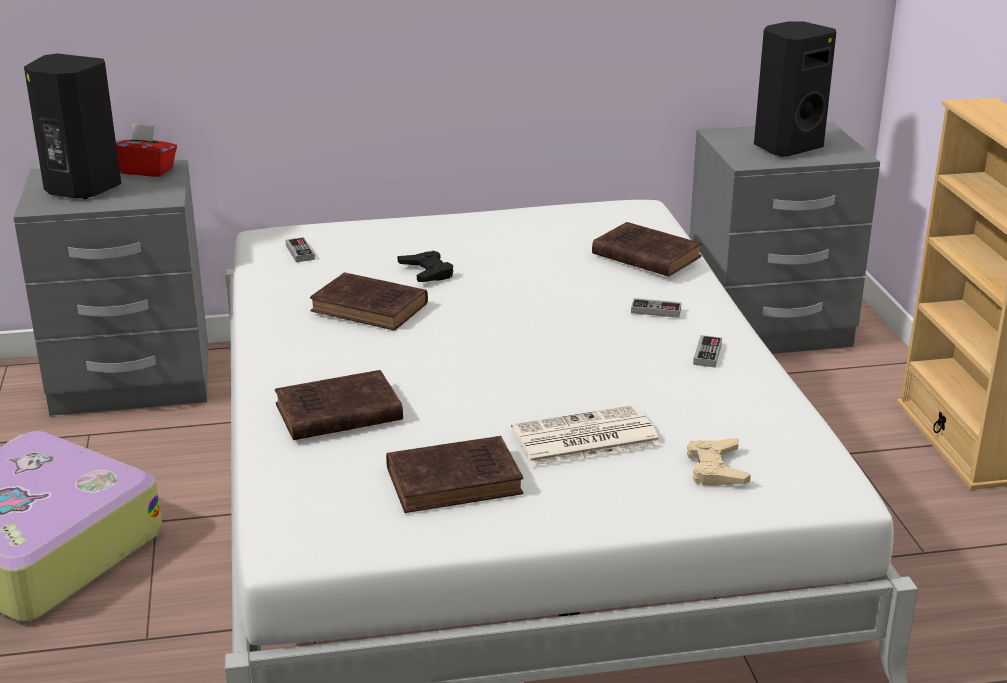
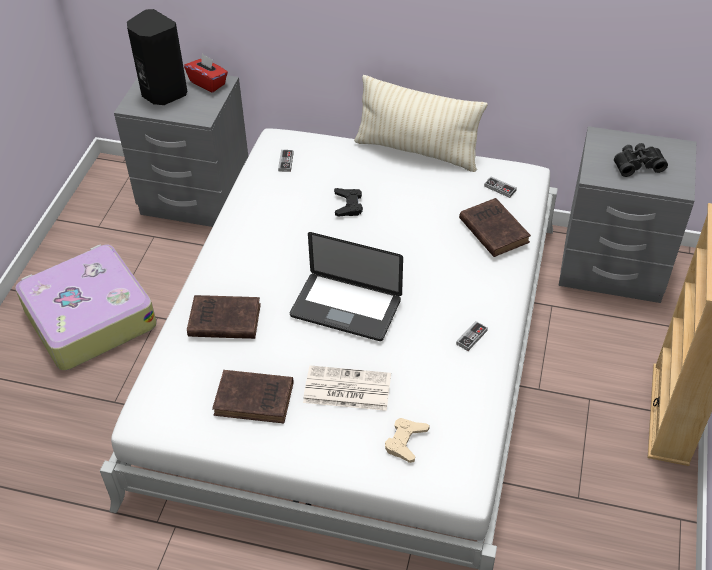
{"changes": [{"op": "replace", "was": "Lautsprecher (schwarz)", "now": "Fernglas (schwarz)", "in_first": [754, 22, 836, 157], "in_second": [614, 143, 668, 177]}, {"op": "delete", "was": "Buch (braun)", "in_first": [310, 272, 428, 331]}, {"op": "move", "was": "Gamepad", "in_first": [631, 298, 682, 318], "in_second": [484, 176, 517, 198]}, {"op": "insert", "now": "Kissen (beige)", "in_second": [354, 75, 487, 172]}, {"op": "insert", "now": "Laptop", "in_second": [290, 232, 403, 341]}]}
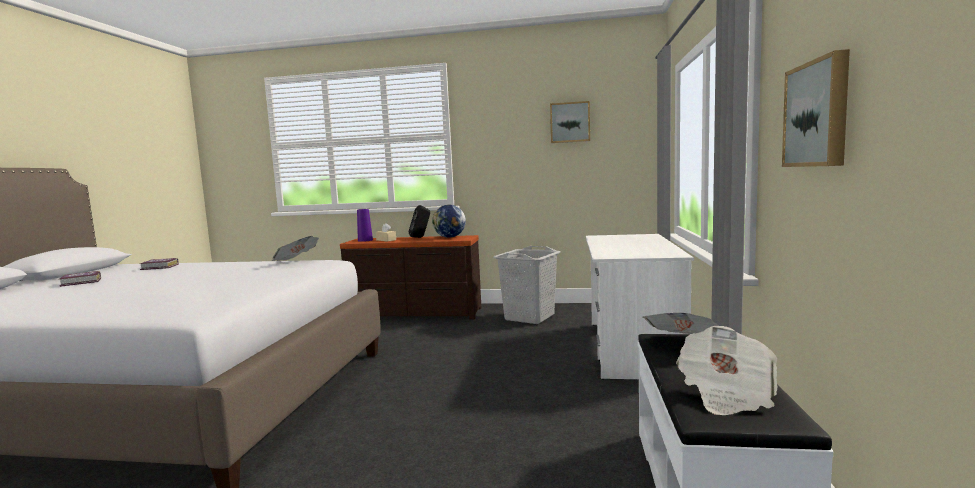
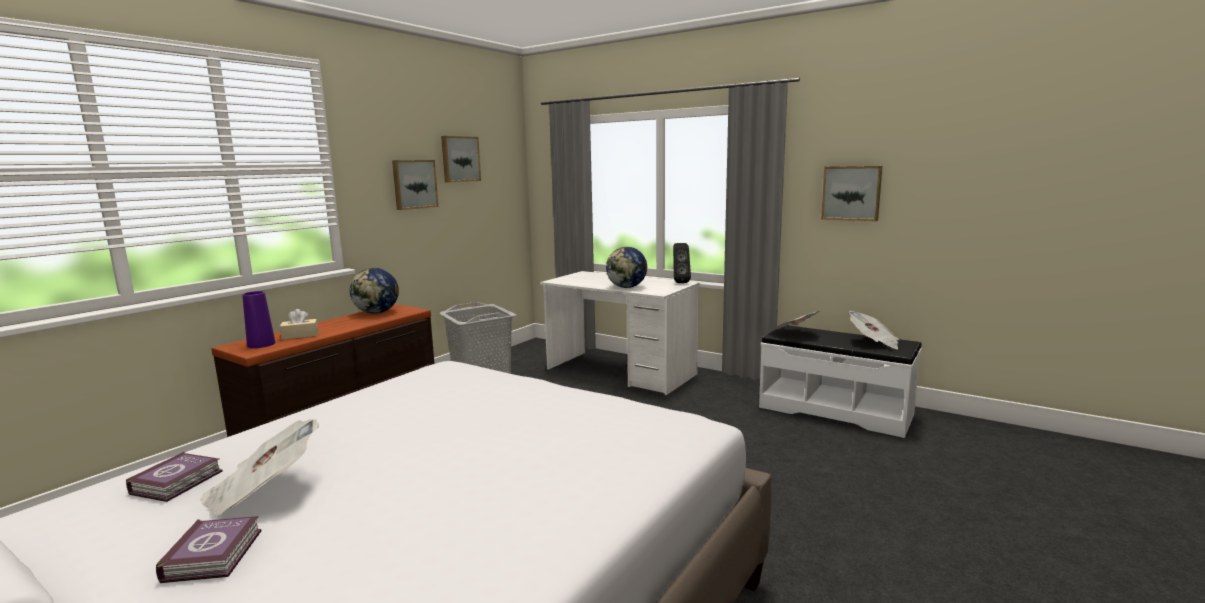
{"changes": [{"op": "move", "was": "Lautsprecher (schwarz)", "in_first": [409, 205, 430, 238], "in_second": [673, 243, 691, 283]}, {"op": "move", "was": "Zeitung", "in_first": [271, 236, 319, 261], "in_second": [200, 419, 319, 517]}, {"op": "insert", "now": "Bild", "in_second": [392, 160, 438, 210]}, {"op": "insert", "now": "Globus", "in_second": [606, 247, 647, 288]}]}
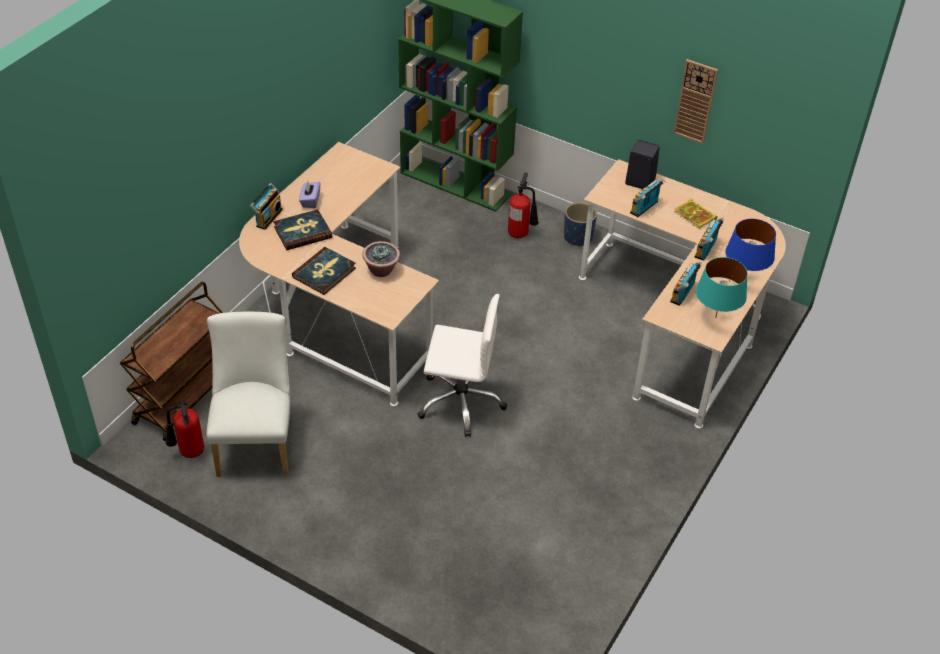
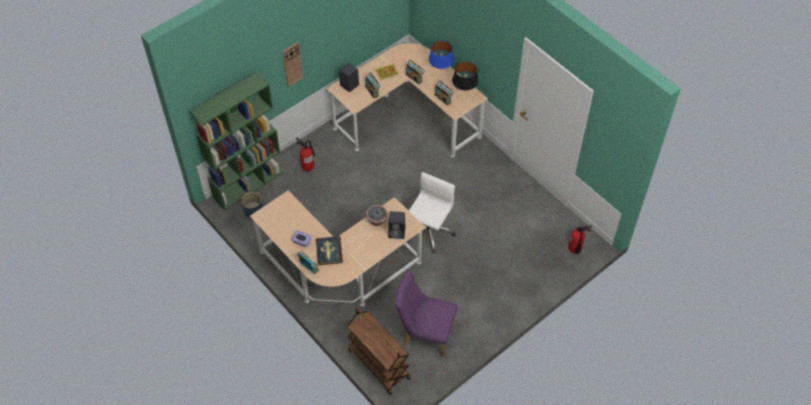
{"changes": [{"op": "move", "was": "Wanduhr", "in_first": [674, 59, 718, 144], "in_second": [282, 42, 303, 87]}, {"op": "move", "was": "Pflanzkübel (blau)", "in_first": [564, 202, 597, 247], "in_second": [241, 192, 263, 219]}, {"op": "delete", "was": "Buch", "in_first": [292, 247, 356, 295]}, {"op": "recolor", "was": "Tischlampe (türkis)", "now": "Tischlampe (schwarz)", "in_first": [696, 257, 748, 318], "in_second": [452, 62, 478, 92]}, {"op": "recolor", "was": "Stuhl (weiß)", "now": "Stuhl (lila)", "in_first": [206, 312, 290, 477], "in_second": [396, 270, 458, 358]}, {"op": "move", "was": "Feuerlöscher", "in_first": [166, 399, 204, 458], "in_second": [568, 225, 592, 254]}, {"op": "insert", "now": "Lautsprecher (schwarz)", "in_second": [388, 211, 406, 239]}]}
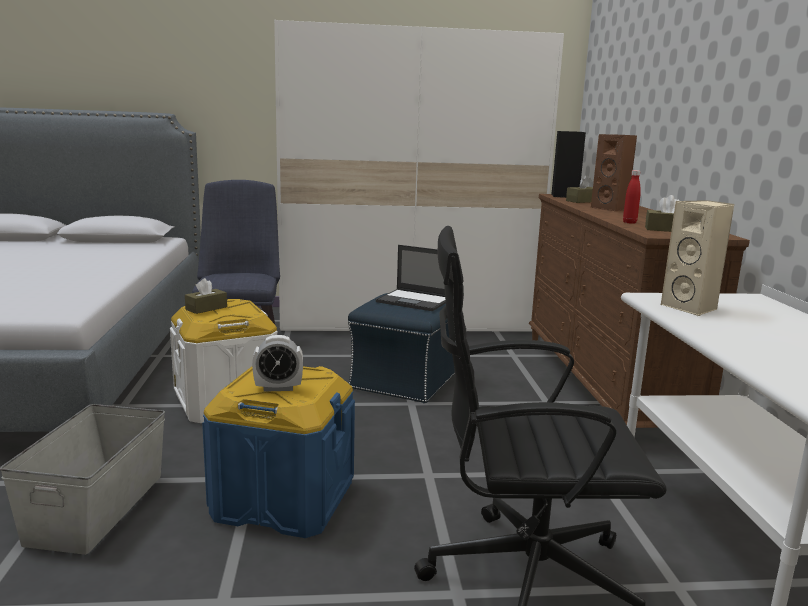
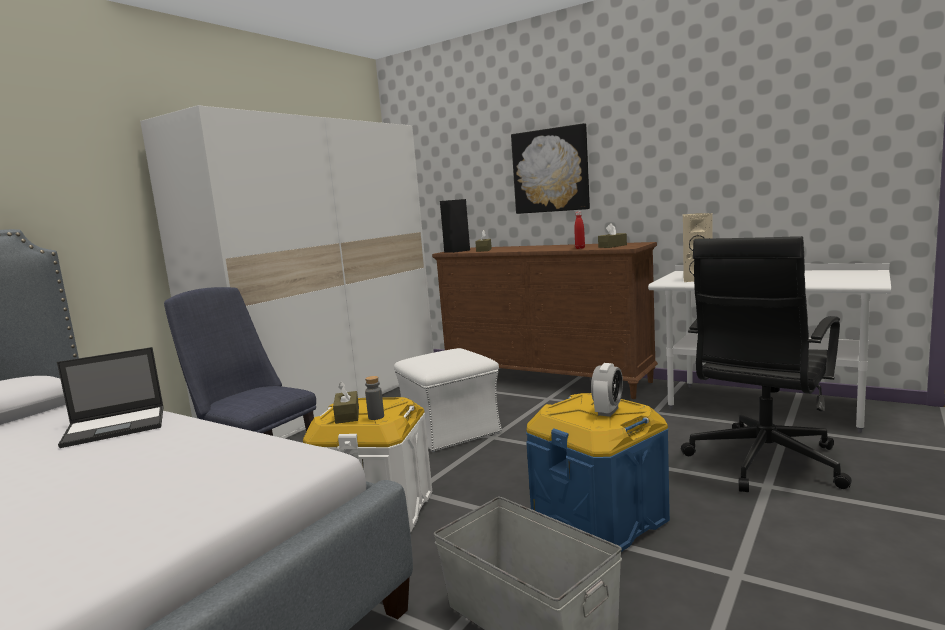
{"changes": [{"op": "delete", "was": "Lautsprecher (braun)", "in_first": [591, 134, 637, 211]}, {"op": "move", "was": "Laptop", "in_first": [376, 245, 446, 311], "in_second": [57, 347, 164, 448]}, {"op": "recolor", "was": "Polsterhocker (blau)", "now": "Polsterhocker (weiß)", "in_first": [348, 293, 455, 404], "in_second": [394, 348, 502, 452]}, {"op": "insert", "now": "Bild", "in_second": [511, 123, 590, 214]}, {"op": "insert", "now": "Flasche (grau)", "in_second": [365, 376, 384, 420]}]}
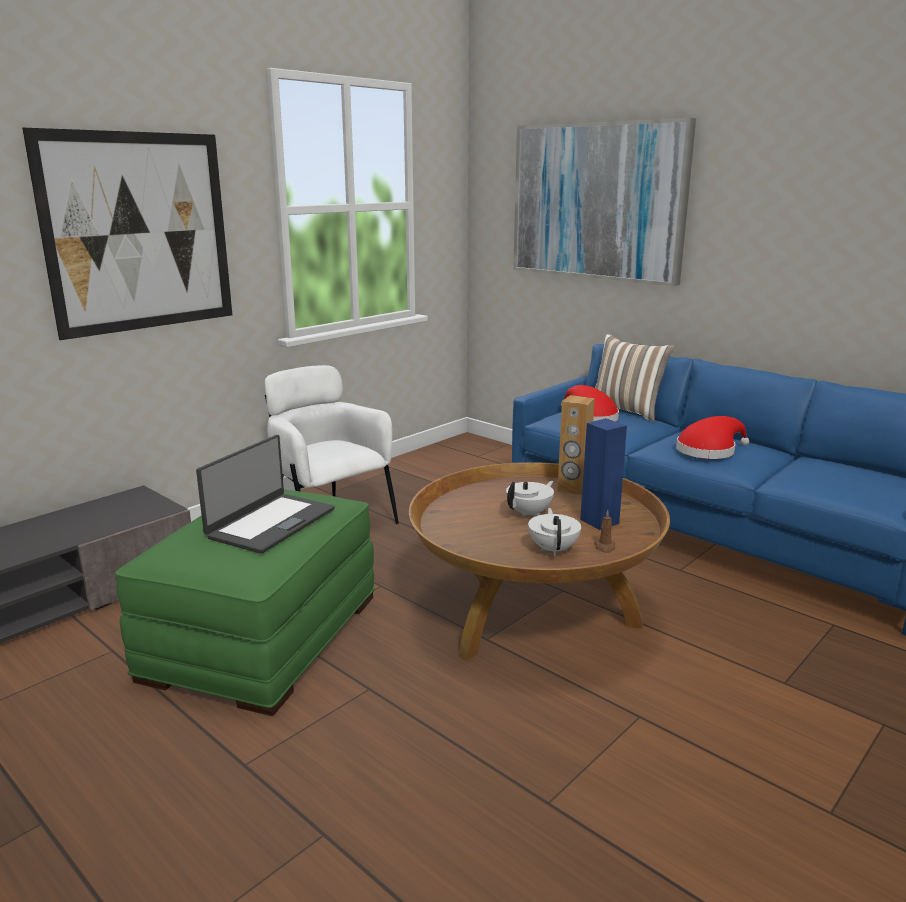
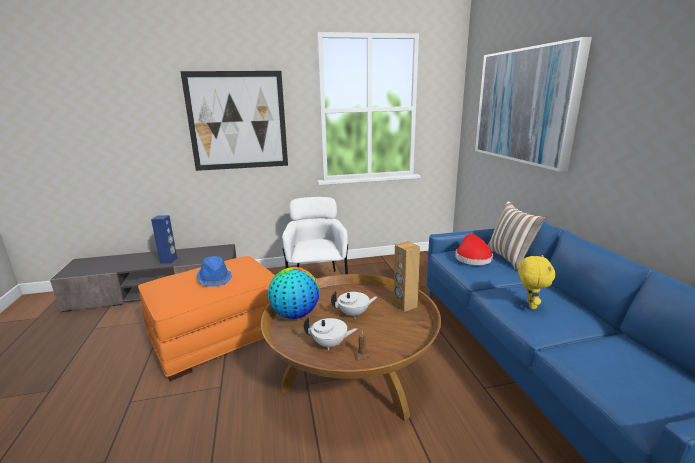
{"changes": [{"op": "replace", "was": "Hut (rot)", "now": "Plüschtier (gelb)", "in_first": [676, 416, 749, 459], "in_second": [518, 255, 555, 309]}, {"op": "move", "was": "Lautsprecher (blau)", "in_first": [580, 418, 627, 530], "in_second": [151, 215, 177, 264]}, {"op": "replace", "was": "Laptop", "now": "Hut (blau)", "in_first": [196, 435, 335, 554], "in_second": [197, 256, 232, 286]}, {"op": "recolor", "was": "Polsterhocker (grün)", "now": "Polsterhocker (orange)", "in_first": [115, 489, 375, 716], "in_second": [138, 256, 275, 381]}, {"op": "rotate", "was": "Teekanne (weiß)", "in_first": [528, 508, 581, 555], "in_second": [304, 316, 357, 350], "clockwise": 60}, {"op": "insert", "now": "Globus", "in_second": [268, 267, 319, 319]}]}
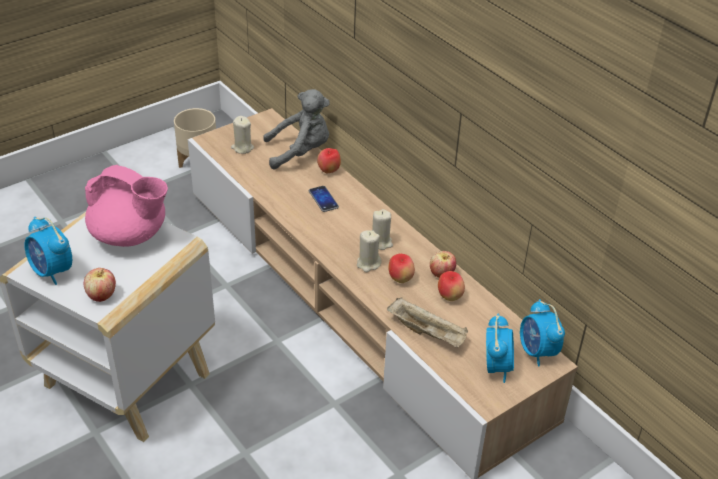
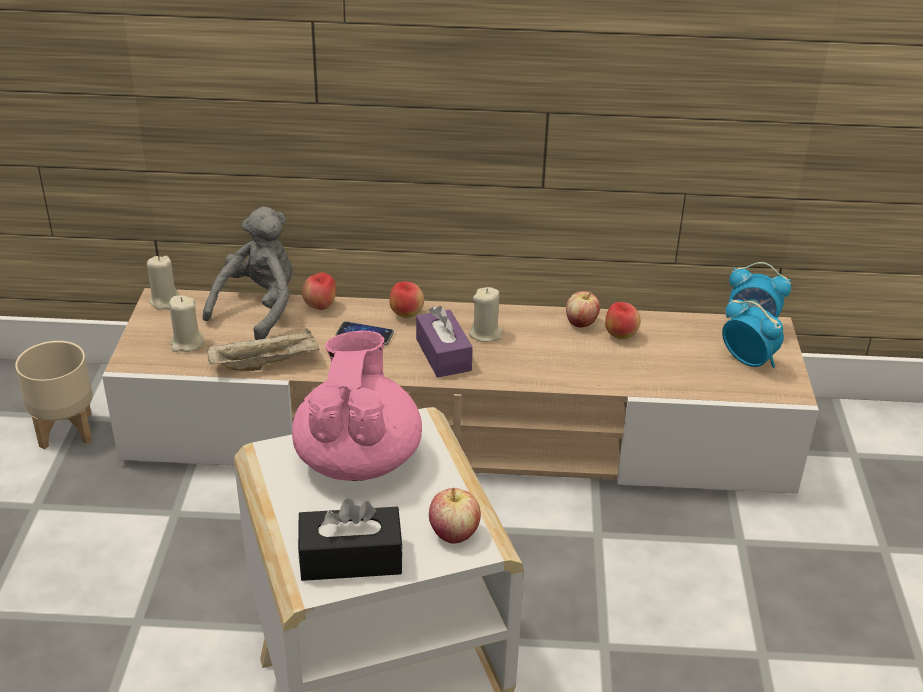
{"changes": [{"op": "rotate", "was": "Teekanne (rosa)", "in_first": [85, 165, 168, 247], "in_second": [292, 331, 422, 481], "clockwise": -60}, {"op": "replace", "was": "Wecker", "now": "Taschentuchbox (schwarz)", "in_first": [24, 217, 72, 285], "in_second": [298, 499, 403, 581]}, {"op": "move", "was": "Kerze (beige)", "in_first": [357, 230, 381, 272], "in_second": [147, 256, 179, 310]}, {"op": "move", "was": "Apfel", "in_first": [388, 254, 415, 283], "in_second": [389, 281, 424, 318]}, {"op": "move", "was": "Tablett (beige)", "in_first": [387, 298, 468, 348], "in_second": [207, 328, 320, 371]}, {"op": "insert", "now": "Taschentuchbox (lila)", "in_second": [416, 306, 473, 378]}]}
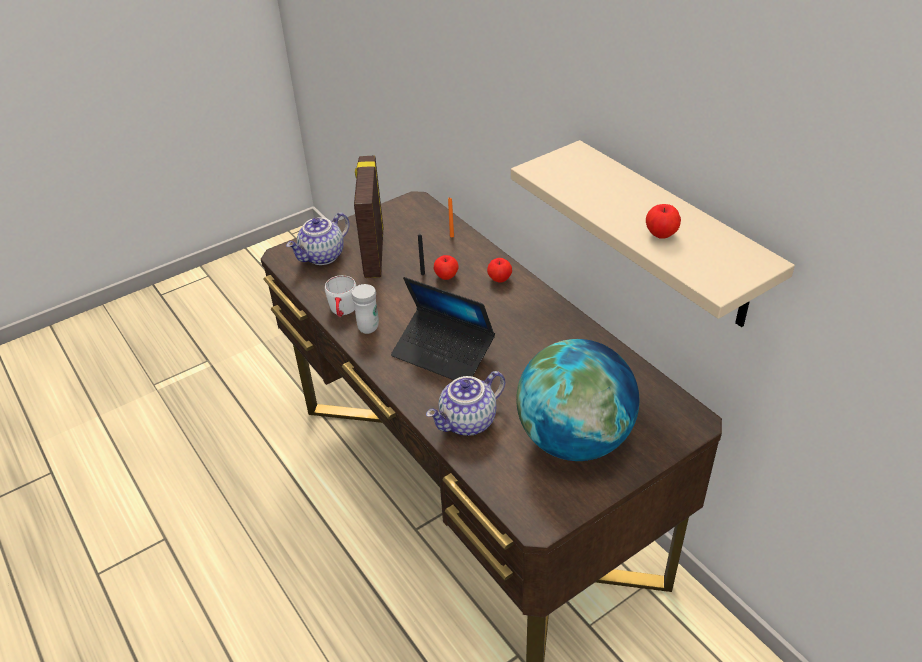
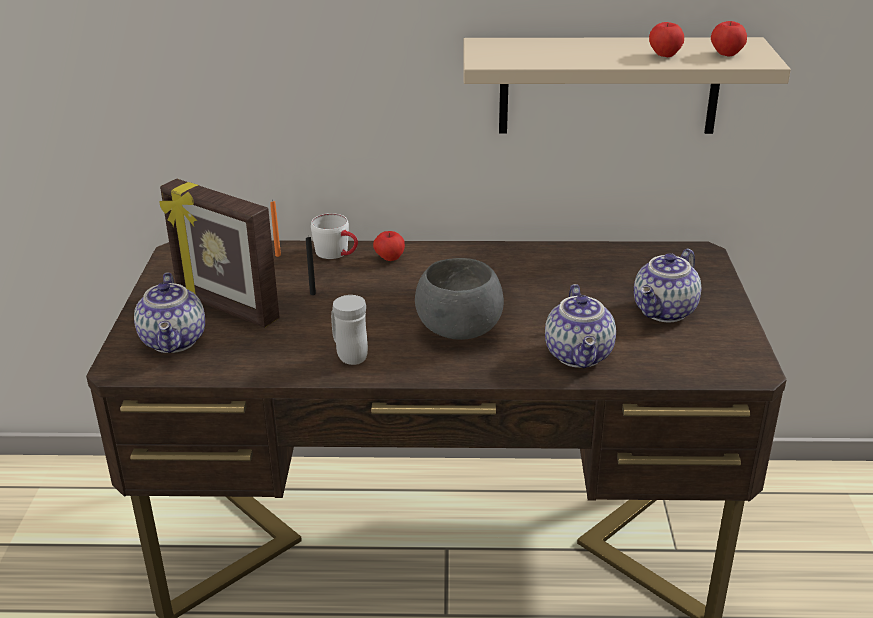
{"changes": [{"op": "move", "was": "Apfel", "in_first": [434, 255, 459, 280], "in_second": [711, 21, 747, 56]}, {"op": "move", "was": "Henkelbecher (weiß)", "in_first": [325, 275, 356, 317], "in_second": [311, 213, 358, 259]}, {"op": "replace", "was": "Laptop", "now": "Schüssel (grau)", "in_first": [391, 277, 495, 380], "in_second": [415, 258, 504, 340]}, {"op": "replace", "was": "Globus", "now": "Teekanne", "in_first": [516, 339, 640, 461], "in_second": [634, 249, 701, 322]}]}
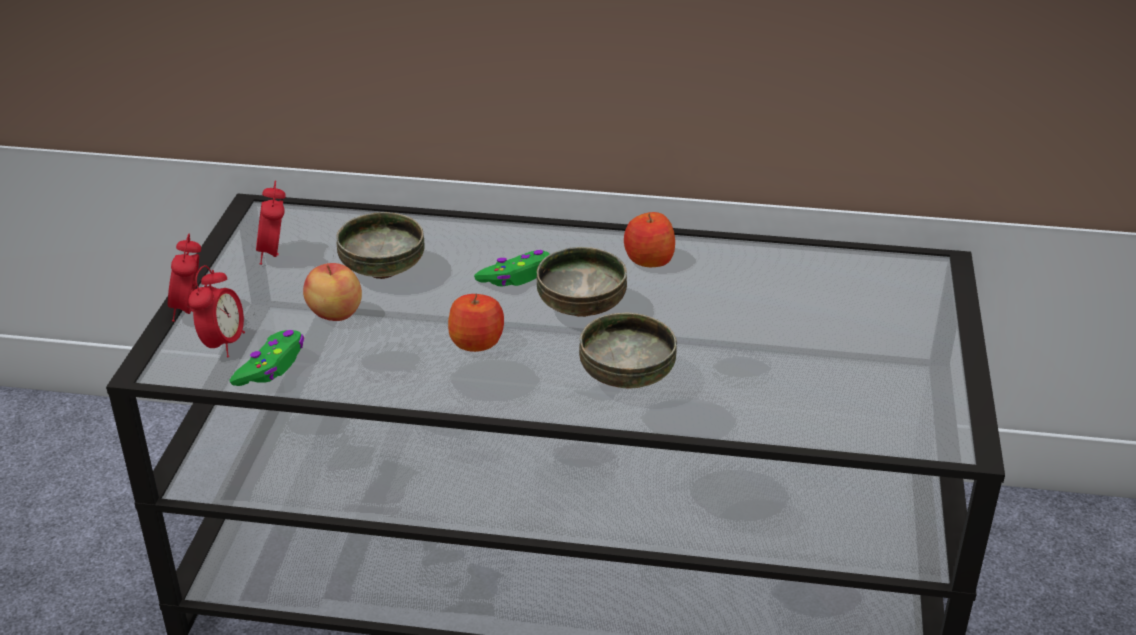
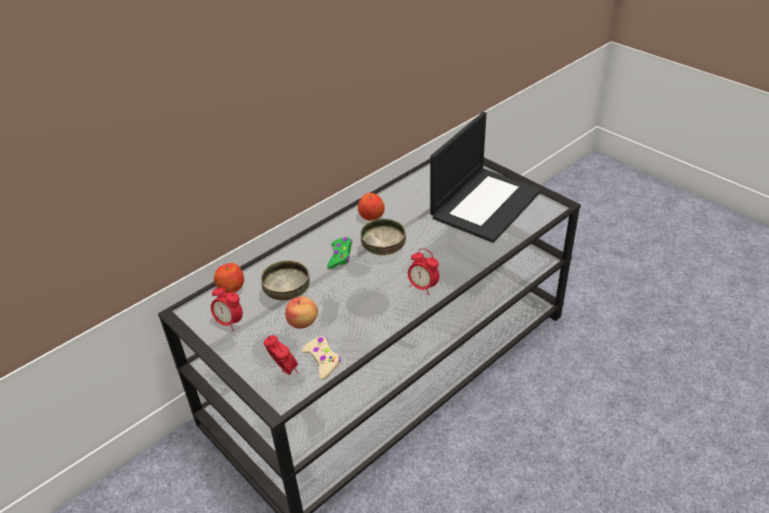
{"changes": [{"op": "move", "was": "Wecker", "in_first": [168, 234, 201, 322], "in_second": [408, 249, 439, 295]}, {"op": "move", "was": "Apfel", "in_first": [448, 293, 504, 352], "in_second": [214, 263, 244, 293]}, {"op": "delete", "was": "Schüssel", "in_first": [579, 313, 677, 388]}, {"op": "recolor", "was": "Gamepad (grün)", "now": "Gamepad (beige)", "in_first": [230, 330, 304, 386], "in_second": [302, 336, 341, 380]}, {"op": "insert", "now": "Laptop", "in_second": [430, 112, 541, 243]}]}
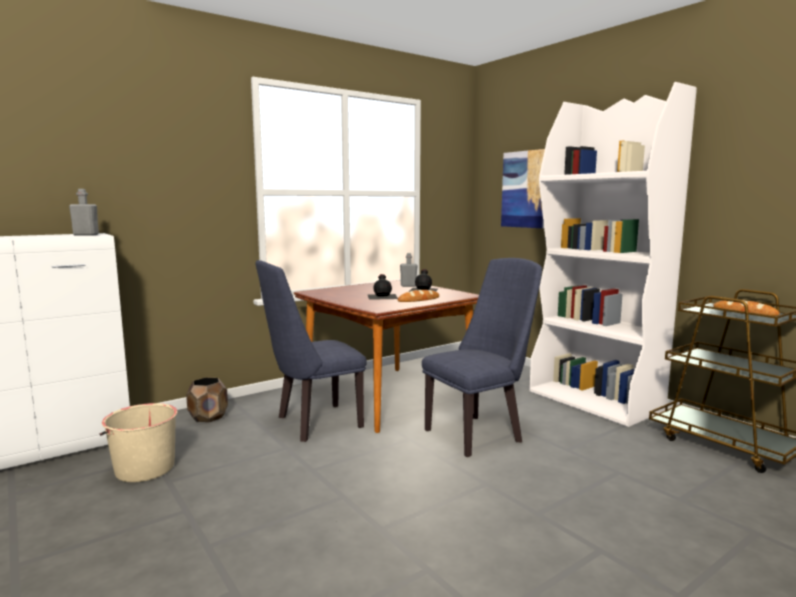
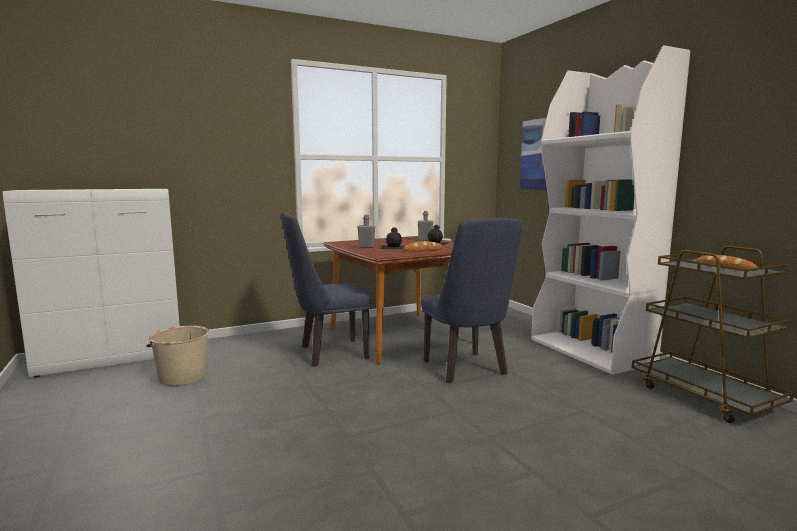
{"changes": [{"op": "move", "was": "Flasche (grau)", "in_first": [69, 189, 99, 236], "in_second": [358, 214, 375, 248]}, {"op": "rotate", "was": "Stuhl (blau)", "in_first": [422, 258, 542, 457], "in_second": [421, 218, 522, 384], "clockwise": 90}, {"op": "delete", "was": "Pflanzkübel (braun)", "in_first": [186, 377, 228, 422]}]}
